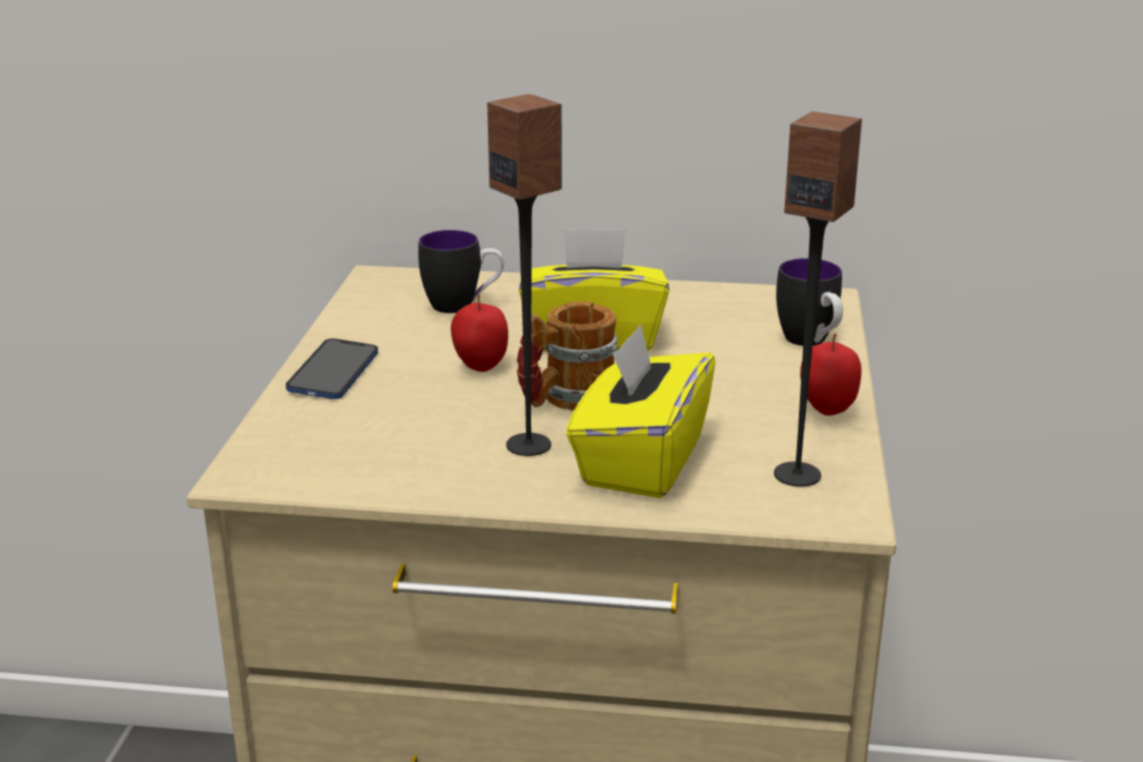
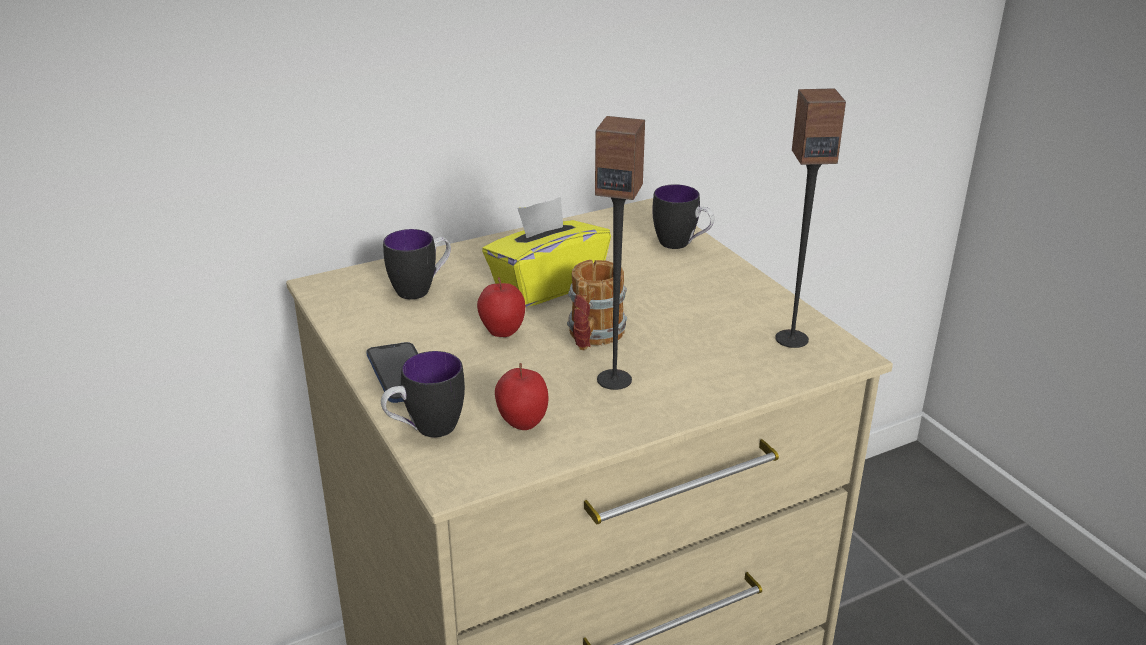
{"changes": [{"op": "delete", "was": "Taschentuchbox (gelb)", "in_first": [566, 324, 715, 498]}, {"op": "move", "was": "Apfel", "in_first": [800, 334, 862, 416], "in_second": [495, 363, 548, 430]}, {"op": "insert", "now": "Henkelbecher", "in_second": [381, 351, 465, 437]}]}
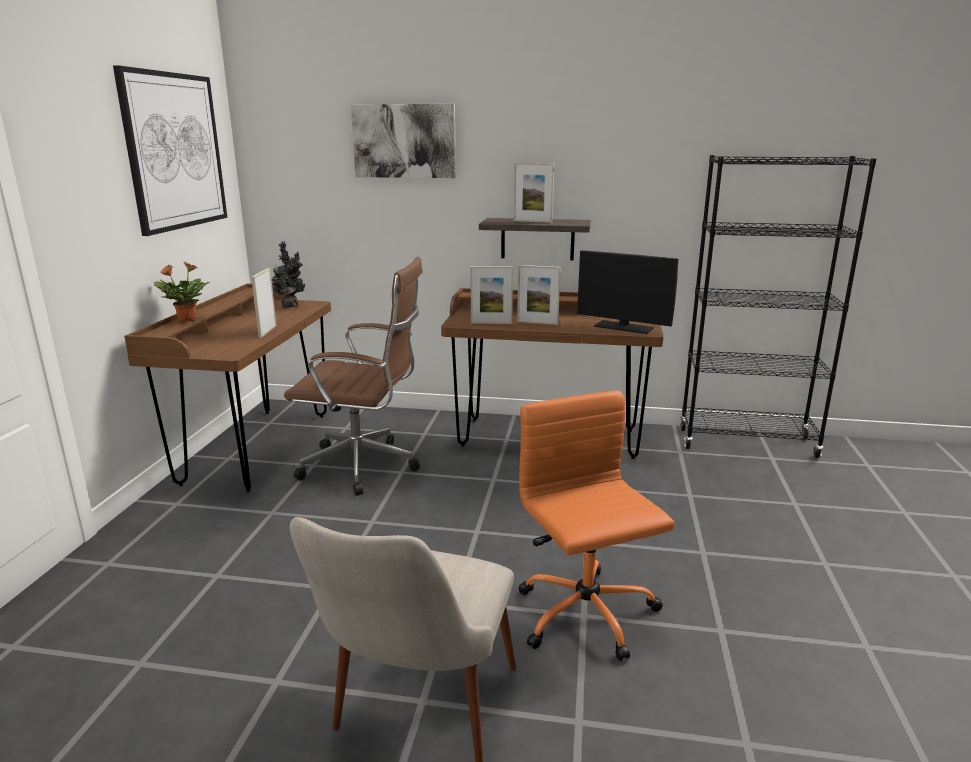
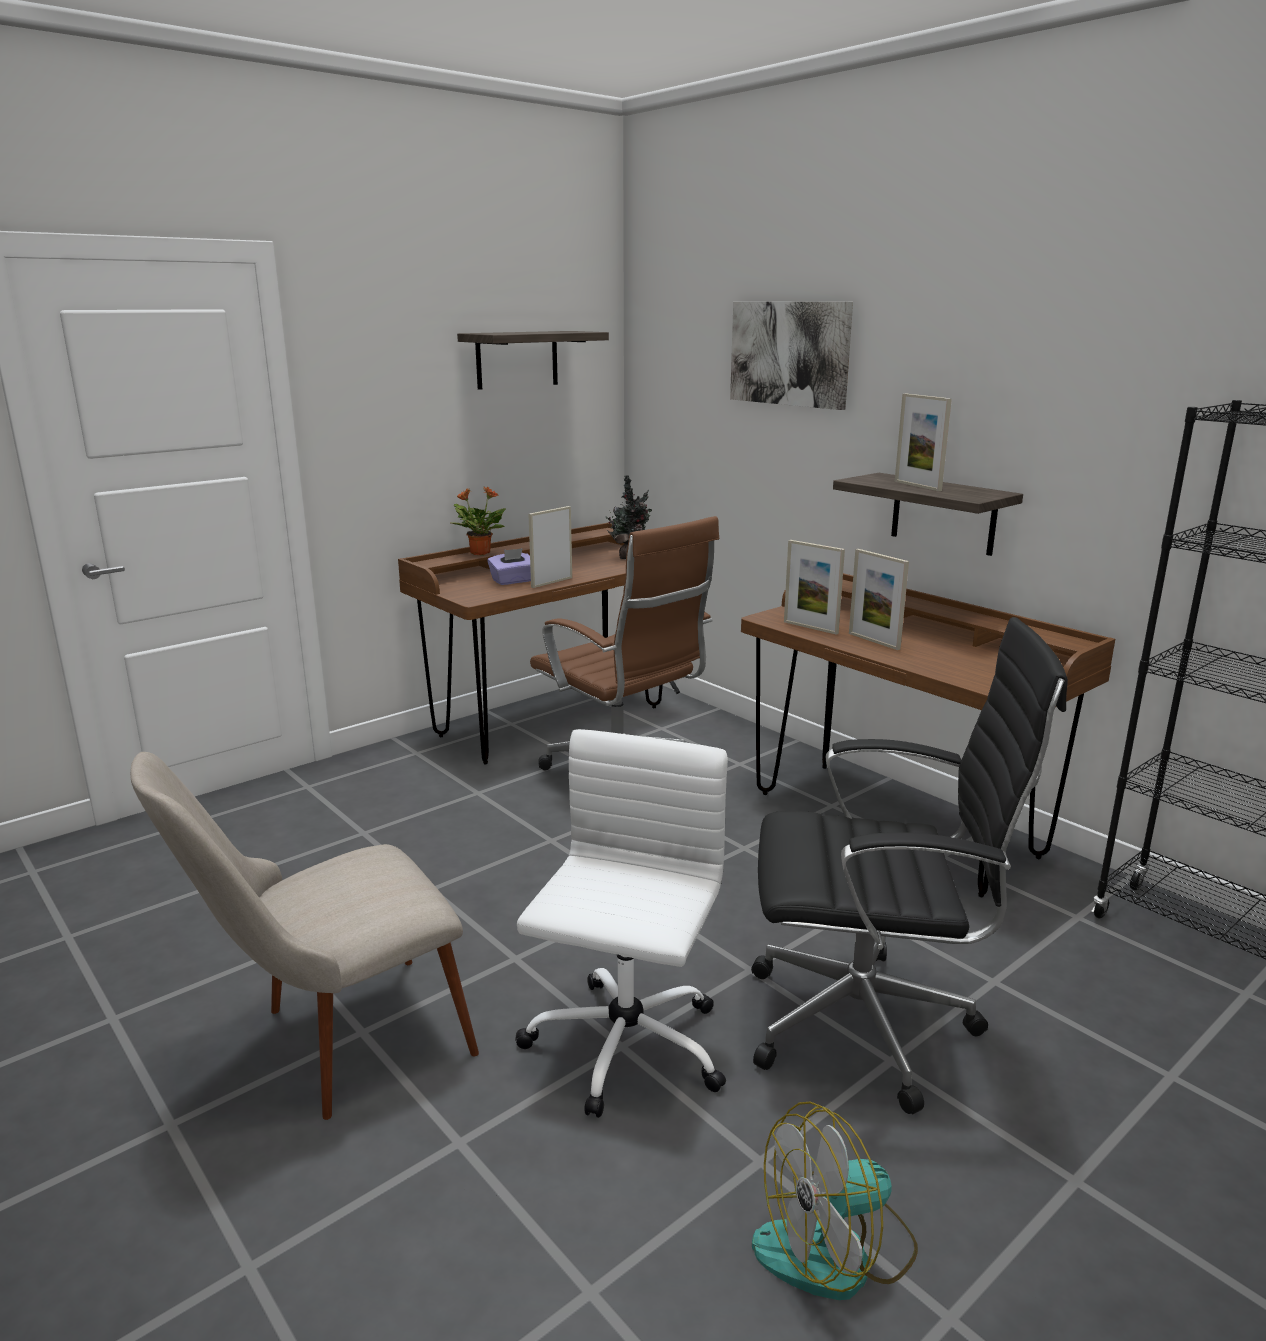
{"changes": [{"op": "replace", "was": "Bild", "now": "Wandregal", "in_first": [113, 65, 228, 236], "in_second": [457, 331, 609, 390]}, {"op": "delete", "was": "Monitor", "in_first": [577, 250, 678, 334]}, {"op": "recolor", "was": "Bürostuhl (orange)", "now": "Bürostuhl (weiß)", "in_first": [519, 390, 675, 661], "in_second": [515, 729, 728, 1118]}, {"op": "insert", "now": "Taschentuchbox (lila)", "in_second": [488, 548, 531, 585]}, {"op": "insert", "now": "Bürostuhl (schwarz)", "in_second": [751, 617, 1068, 1114]}, {"op": "insert", "now": "Ventilator", "in_second": [752, 1102, 918, 1300]}]}
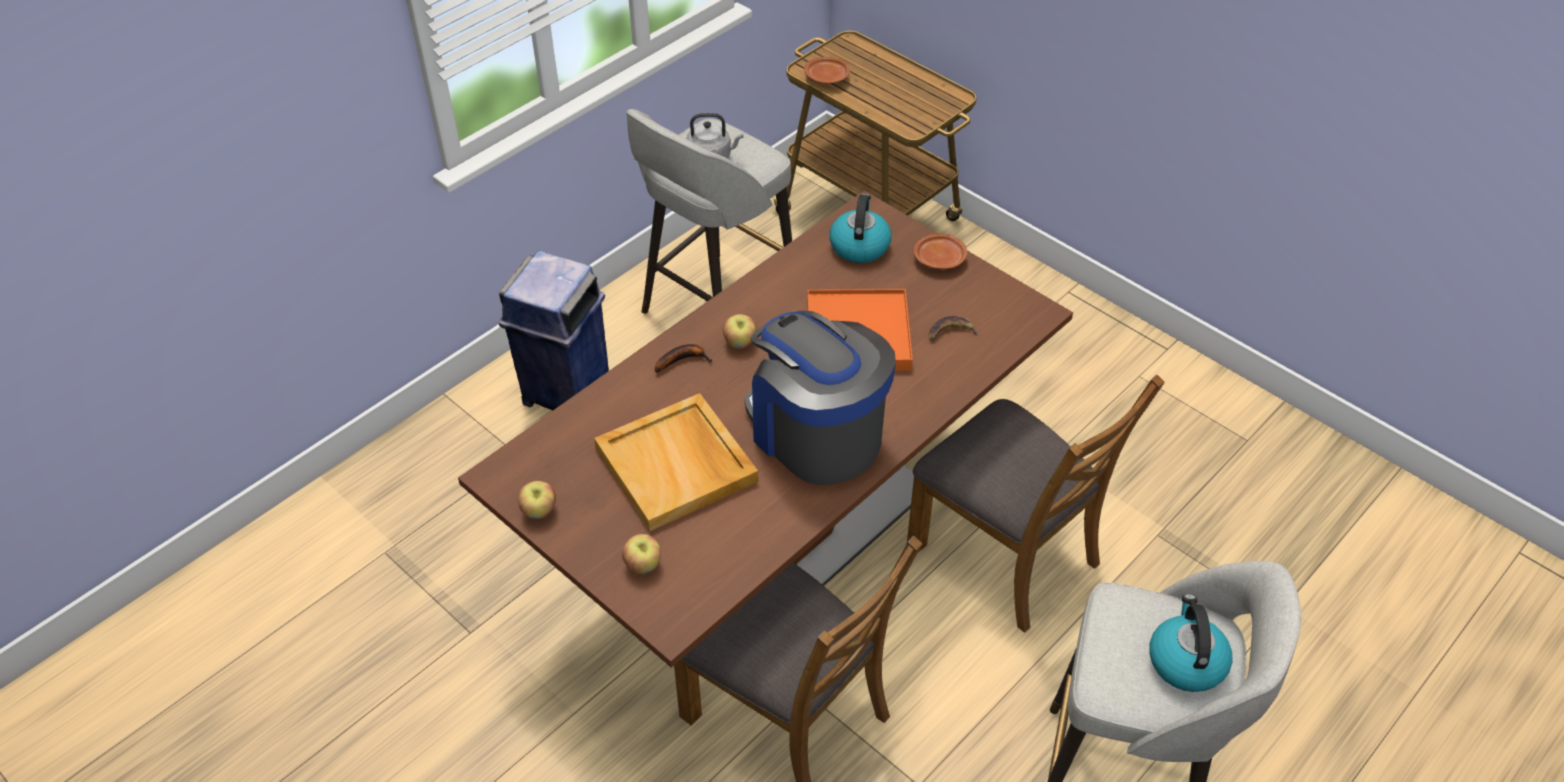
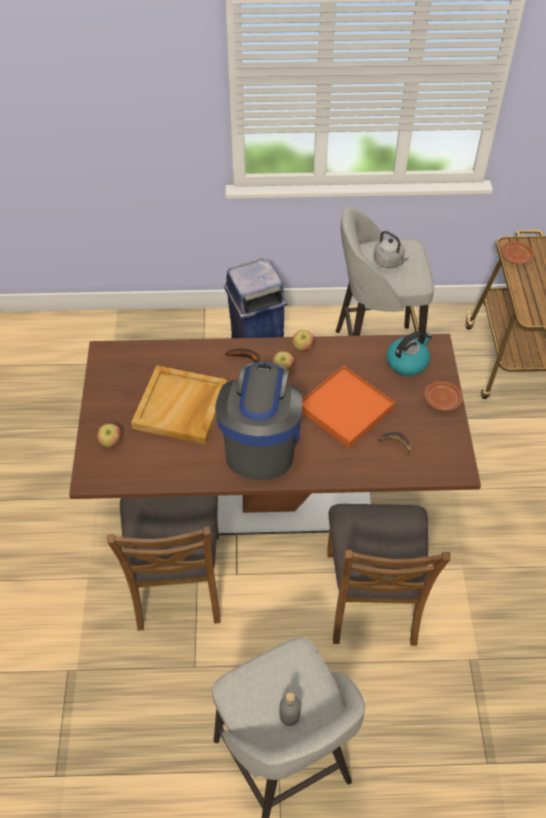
{"changes": [{"op": "move", "was": "Apfel", "in_first": [518, 481, 556, 519], "in_second": [292, 330, 315, 352]}, {"op": "replace", "was": "Wasserkessel", "now": "Flasche (grau)", "in_first": [1149, 594, 1233, 692], "in_second": [280, 692, 301, 726]}]}
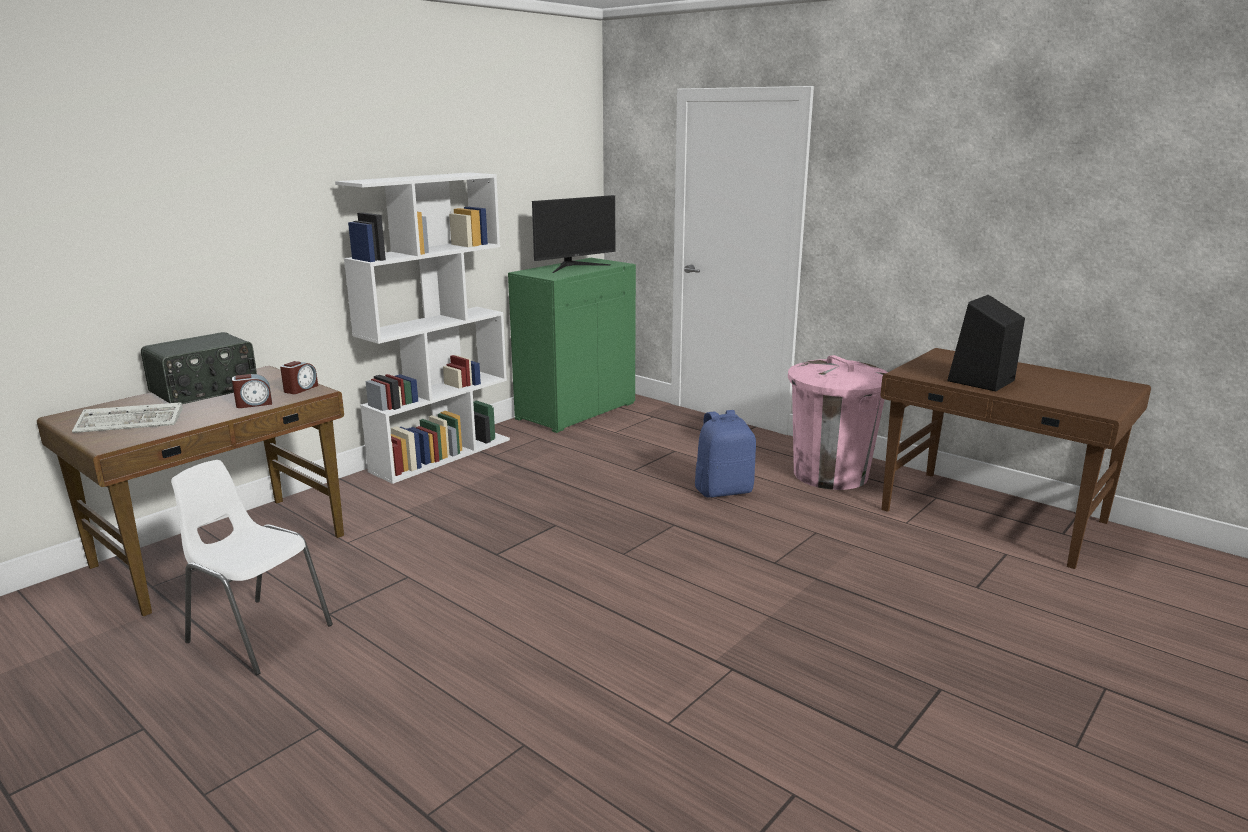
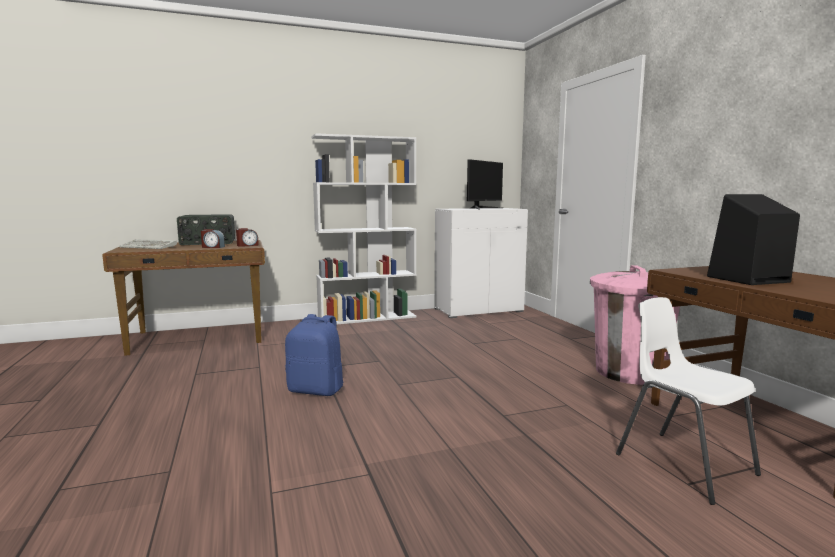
{"changes": [{"op": "rotate", "was": "Monitor", "in_first": [532, 195, 615, 273], "in_second": [467, 159, 503, 210], "clockwise": -45}, {"op": "recolor", "was": "Schrank (grün)", "now": "Schrank (weiß)", "in_first": [508, 258, 636, 433], "in_second": [435, 208, 528, 318]}, {"op": "move", "was": "Rucksack (blau)", "in_first": [695, 410, 756, 498], "in_second": [285, 314, 343, 396]}, {"op": "move", "was": "Stuhl (weiß)", "in_first": [171, 460, 333, 675], "in_second": [616, 297, 761, 505]}]}
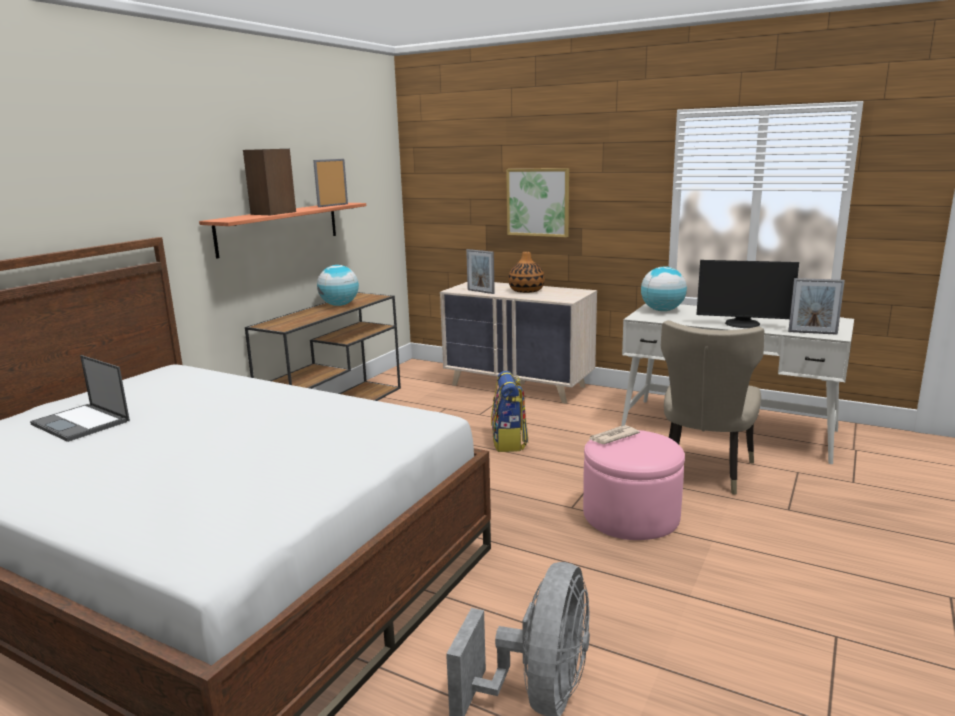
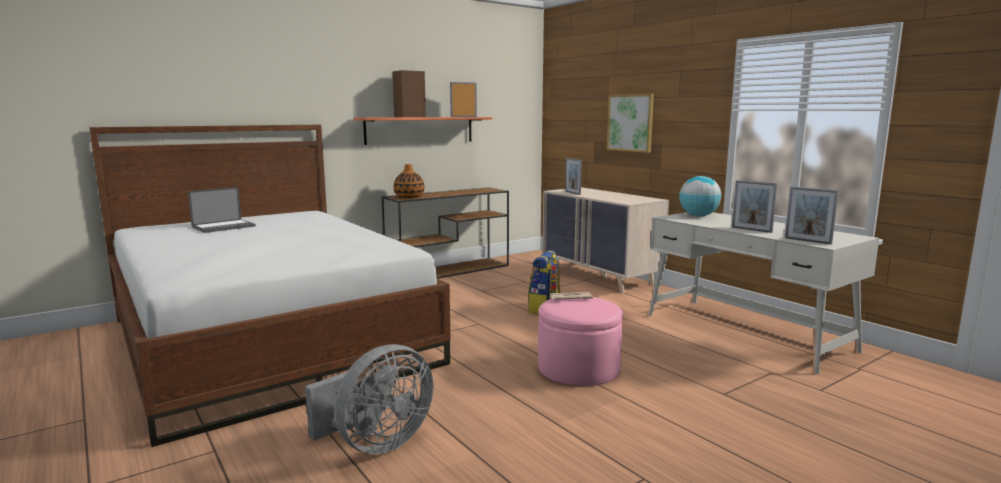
{"changes": [{"op": "move", "was": "Vase", "in_first": [508, 252, 545, 293], "in_second": [394, 164, 424, 198]}, {"op": "replace", "was": "Monitor", "now": "Bilderrahmen", "in_first": [697, 260, 799, 328], "in_second": [732, 180, 777, 233]}, {"op": "delete", "was": "Globus", "in_first": [317, 265, 359, 306]}, {"op": "delete", "was": "Stuhl (beige)", "in_first": [661, 320, 764, 495]}, {"op": "rotate", "was": "Laptop", "in_first": [30, 355, 130, 442], "in_second": [188, 187, 256, 233], "clockwise": -105}]}
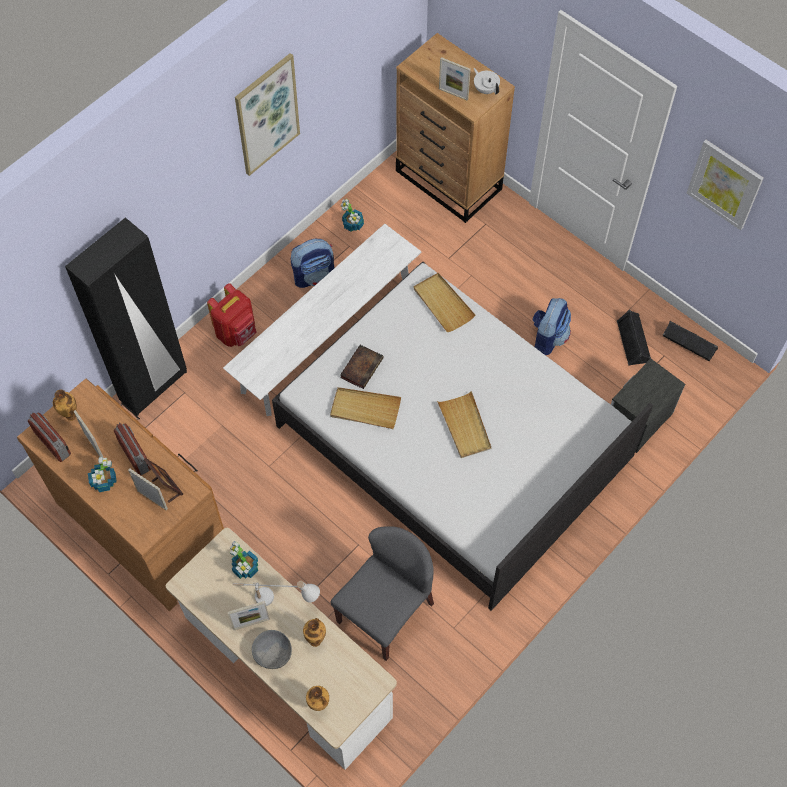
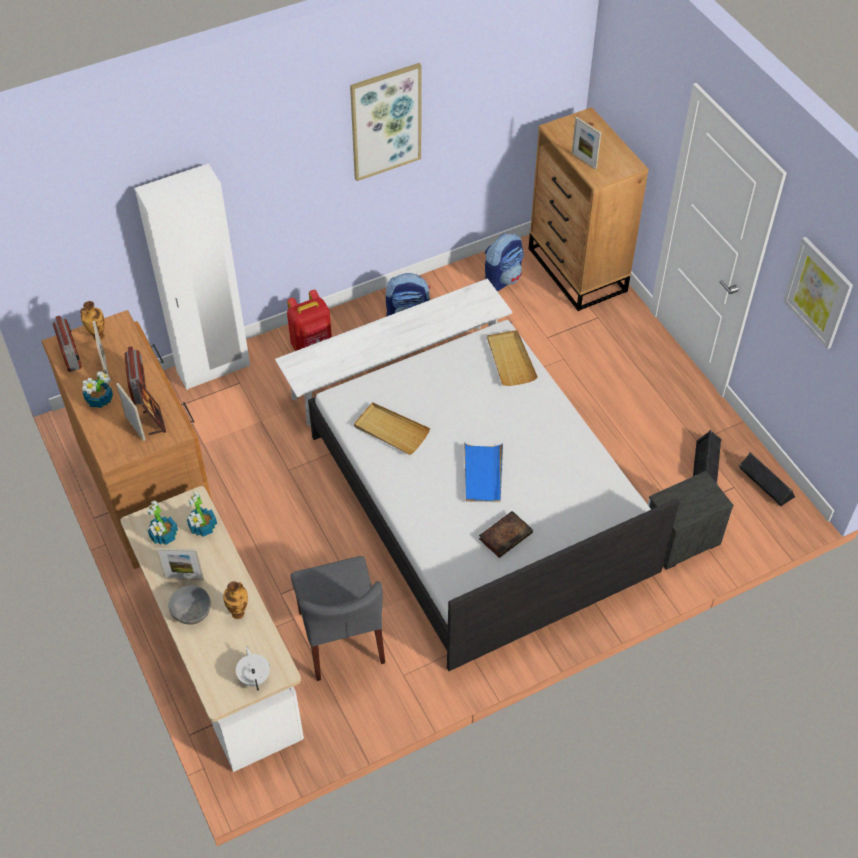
{"changes": [{"op": "move", "was": "Teekanne (weiß)", "in_first": [474, 68, 500, 94], "in_second": [236, 647, 270, 691]}, {"op": "move", "was": "Topfpflanze", "in_first": [341, 199, 364, 232], "in_second": [147, 500, 178, 545]}, {"op": "recolor", "was": "Kleiderschrank (schwarz)", "now": "Kleiderschrank (weiß)", "in_first": [65, 217, 187, 416], "in_second": [135, 164, 250, 390]}, {"op": "move", "was": "Rucksack", "in_first": [532, 298, 571, 355], "in_second": [485, 233, 524, 291]}, {"op": "move", "was": "Buch", "in_first": [340, 345, 384, 389], "in_second": [479, 511, 533, 558]}, {"op": "recolor", "was": "Tablett (beige)", "now": "Tablett (blau)", "in_first": [437, 391, 491, 458], "in_second": [464, 442, 503, 502]}, {"op": "rotate", "was": "Stuhl (grau)", "in_first": [330, 526, 434, 661], "in_second": [290, 556, 385, 681], "clockwise": 105}, {"op": "delete", "was": "Tischlampe (weiß)", "in_first": [233, 581, 320, 606]}, {"op": "delete", "was": "Vase", "in_first": [306, 686, 329, 711]}]}
